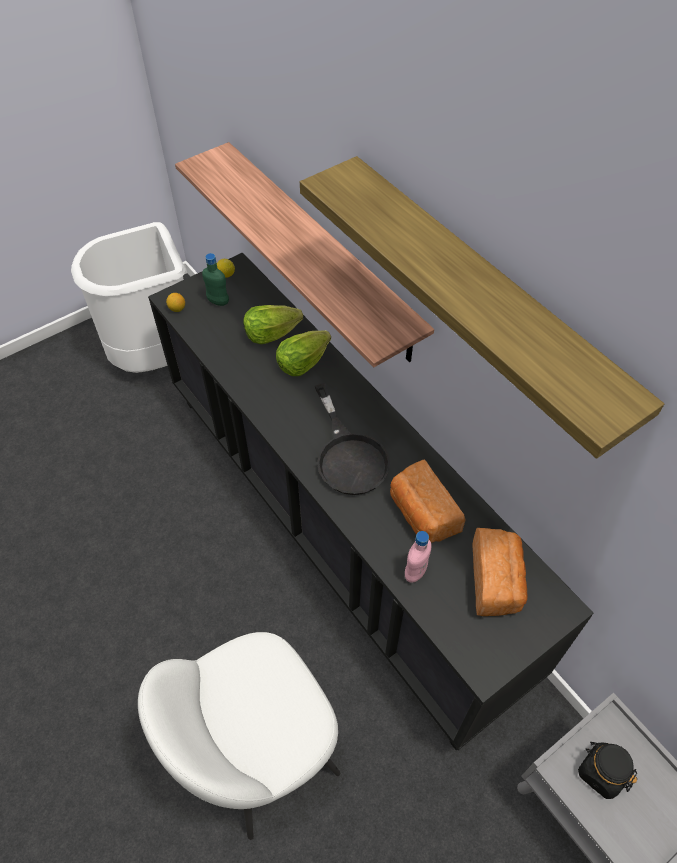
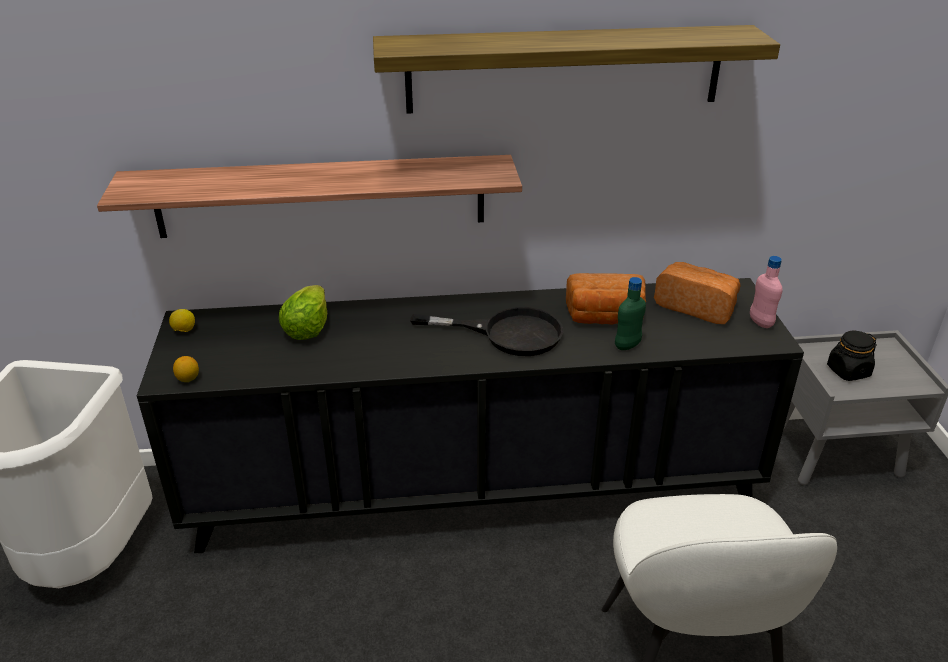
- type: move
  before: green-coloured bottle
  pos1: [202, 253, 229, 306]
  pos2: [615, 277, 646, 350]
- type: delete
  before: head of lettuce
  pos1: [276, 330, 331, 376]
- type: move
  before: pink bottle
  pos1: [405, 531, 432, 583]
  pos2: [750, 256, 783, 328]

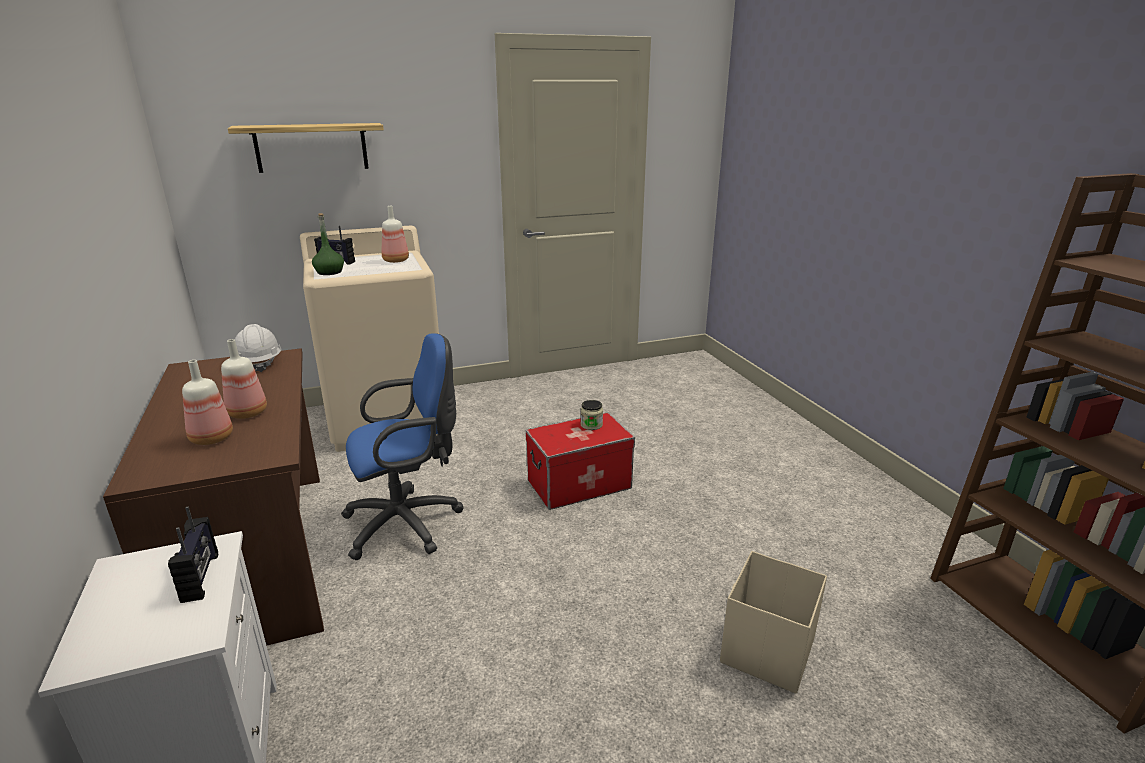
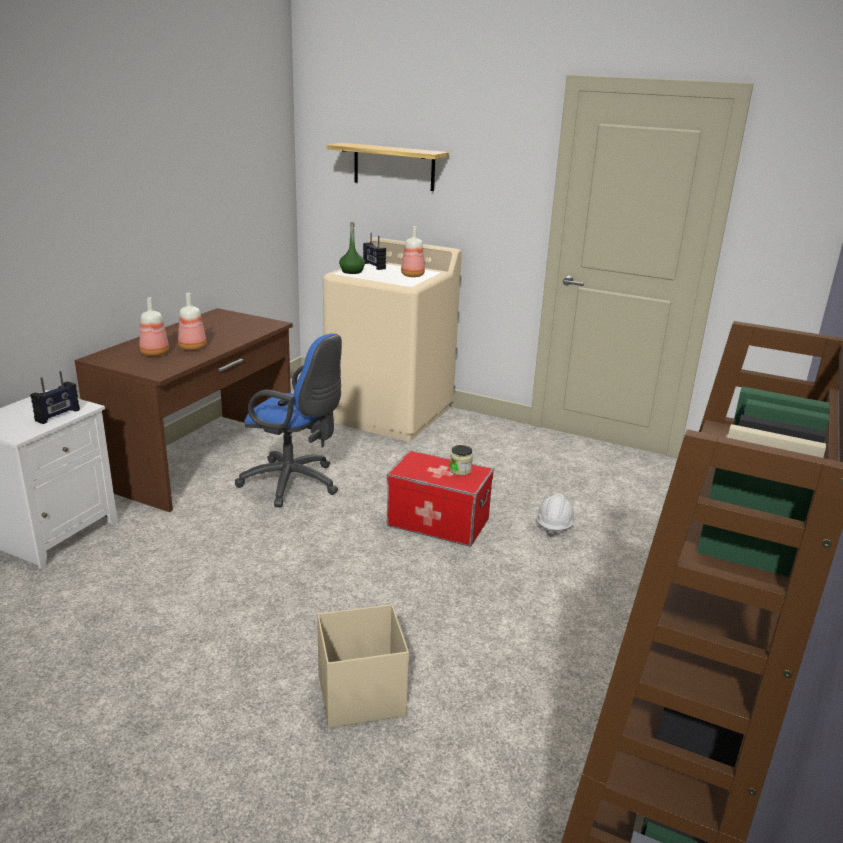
- type: move
  before: white work helmet
  pos1: [235, 324, 282, 372]
  pos2: [536, 493, 575, 537]

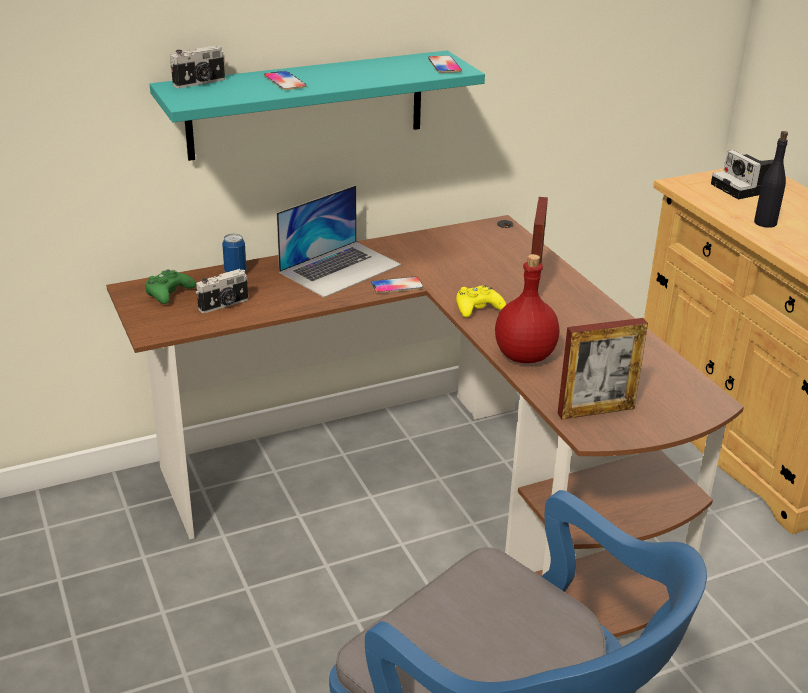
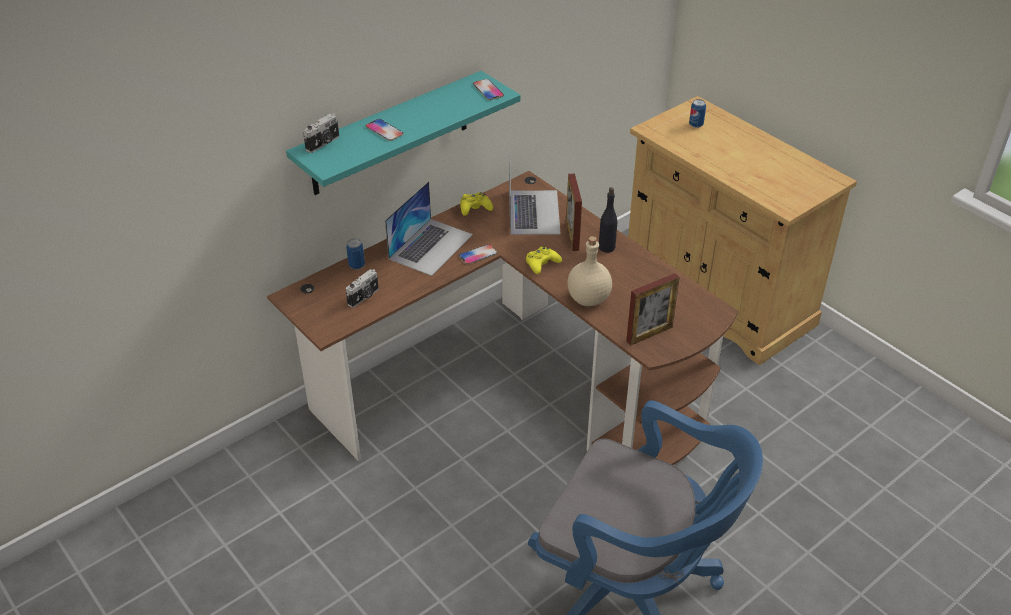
- type: move
  before: black bottle
  pos1: [754, 131, 788, 228]
  pos2: [599, 187, 617, 253]
- type: replace
  before: photo camera
  after: metal can
  pos1: [711, 150, 773, 199]
  pos2: [689, 99, 706, 128]
- type: recolor
  before: reddish bottle
  after: beige bottle
  pos1: [495, 254, 559, 363]
  pos2: [567, 236, 612, 306]
- type: delete
  before: green-coloured gamepad
  pos1: [145, 270, 196, 304]
- type: insert
  after: portable computer
  pos2: [509, 153, 561, 235]
- type: insert
  after: yellow-coloured gamepad
  pos2: [460, 192, 493, 216]

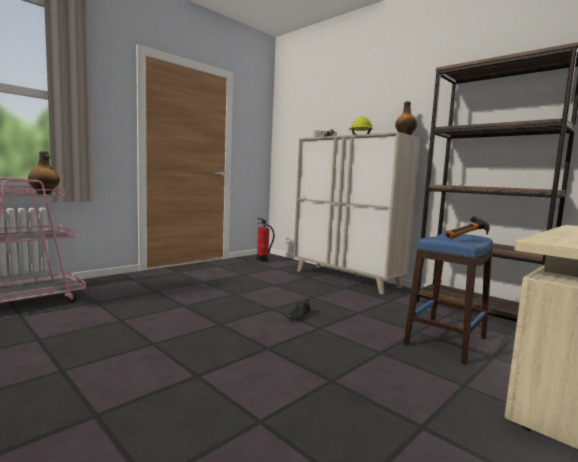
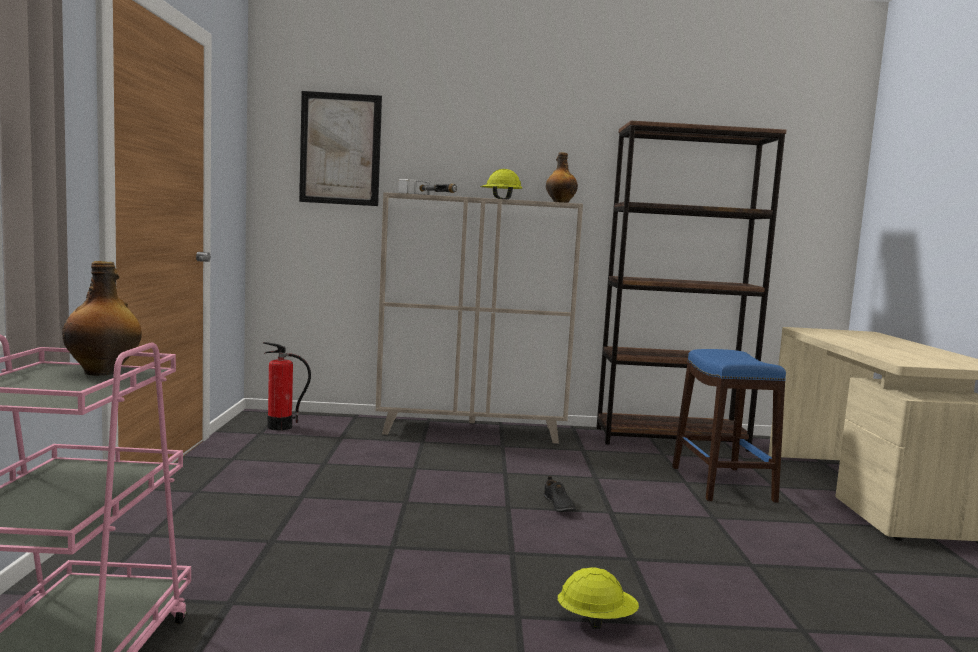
- type: delete
  before: tool hammer
  pos1: [445, 216, 490, 239]
- type: insert
  after: picture
  pos2: [299, 91, 382, 206]
- type: insert
  after: yellow-coloured work helmet
  pos2: [558, 567, 639, 629]

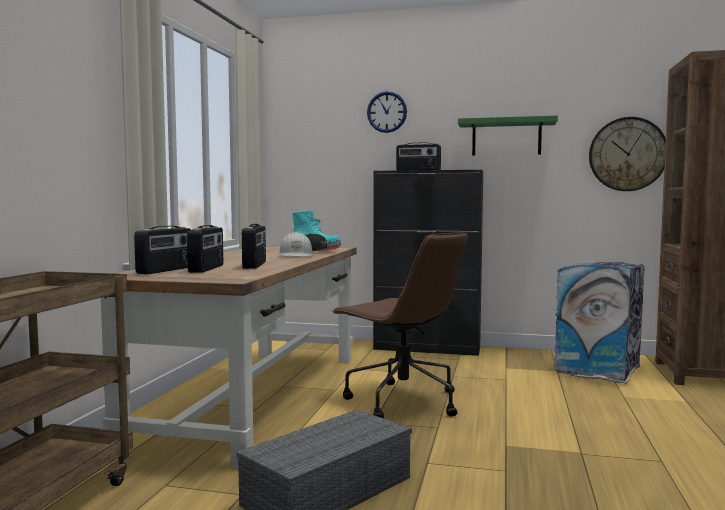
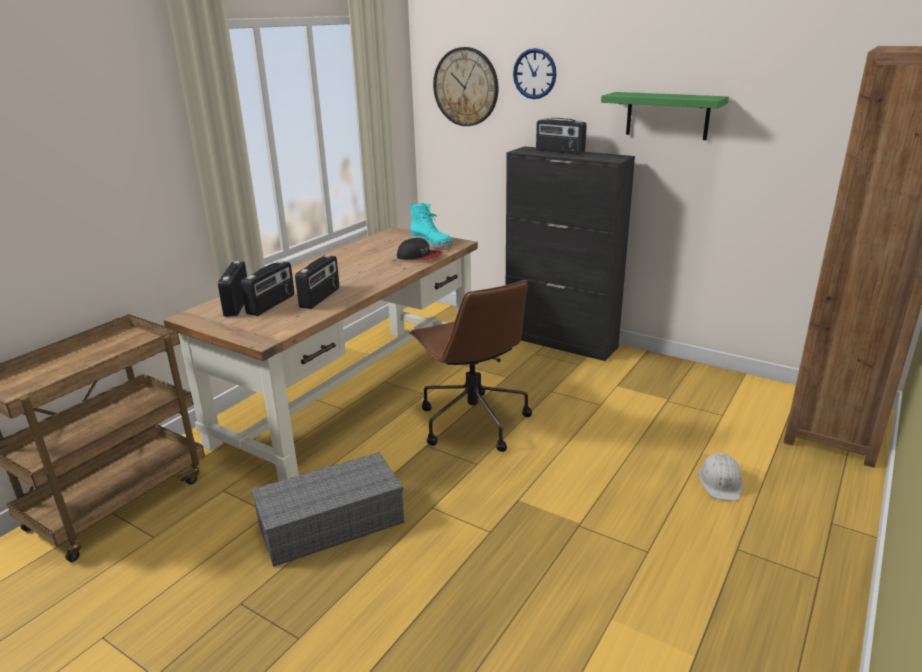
- type: move
  before: clock on the wall
  pos1: [589, 117, 666, 191]
  pos2: [433, 47, 498, 126]
- type: rotate
  before: radio receiver
  pos1: [134, 226, 191, 274]
  pos2: [218, 261, 247, 317]
  turn: 135
- type: move
  before: white work helmet
  pos1: [278, 232, 314, 257]
  pos2: [698, 453, 743, 501]
- type: delete
  before: waste bin
  pos1: [554, 262, 645, 384]

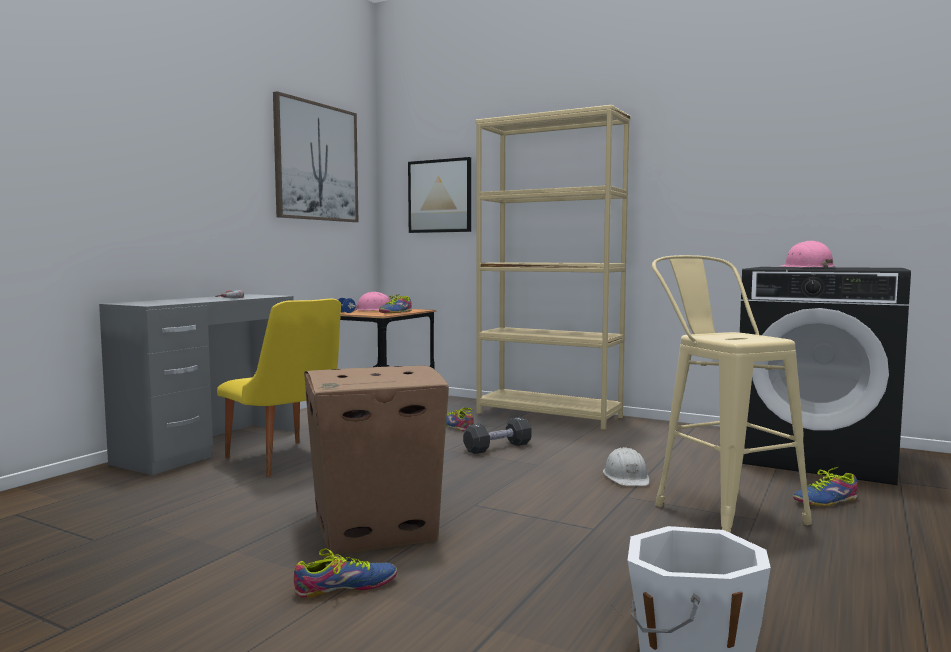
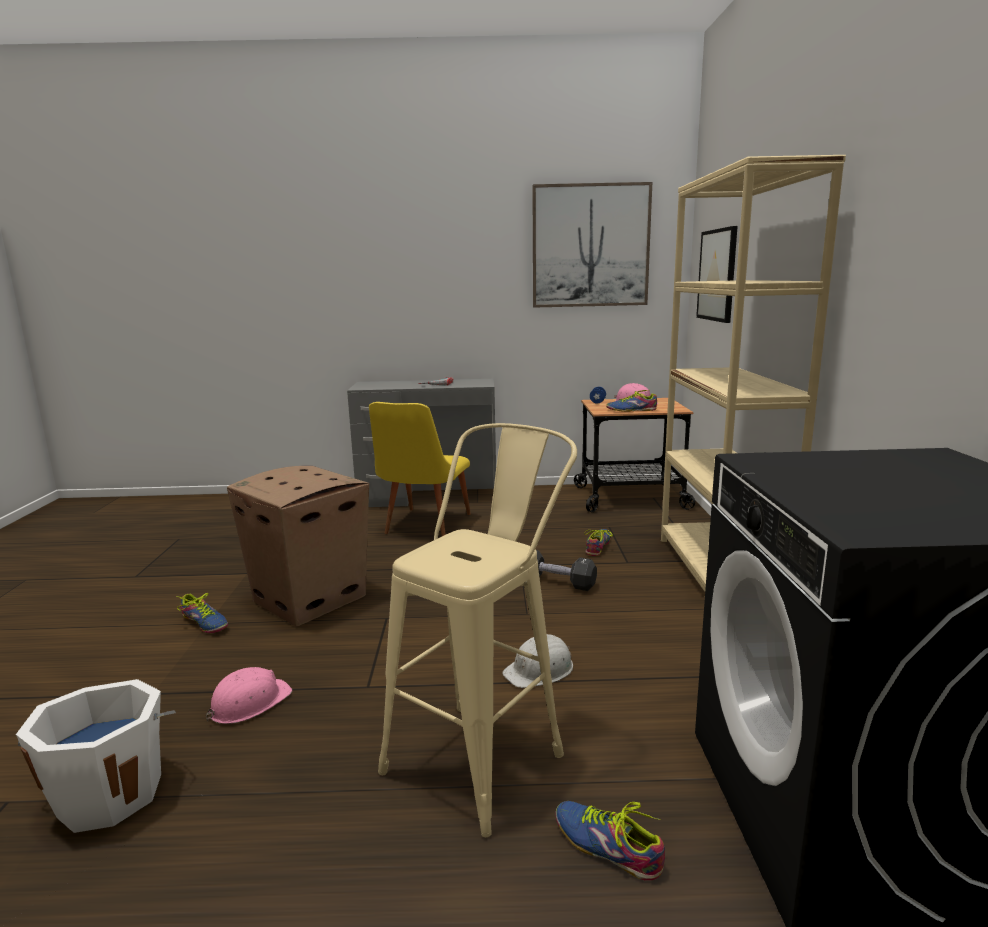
- type: move
  before: pink work helmet
  pos1: [781, 241, 835, 269]
  pos2: [205, 667, 292, 724]

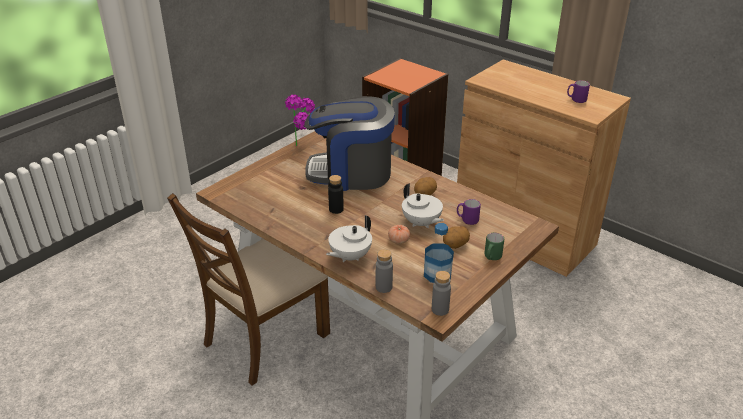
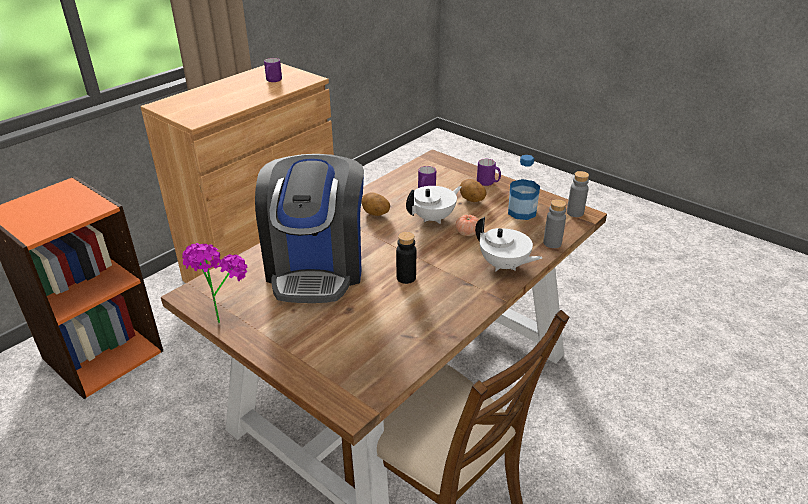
- type: recolor
  before: green-coloured tea mug
  after: purplish tea mug
  pos1: [484, 233, 504, 260]
  pos2: [477, 159, 501, 186]

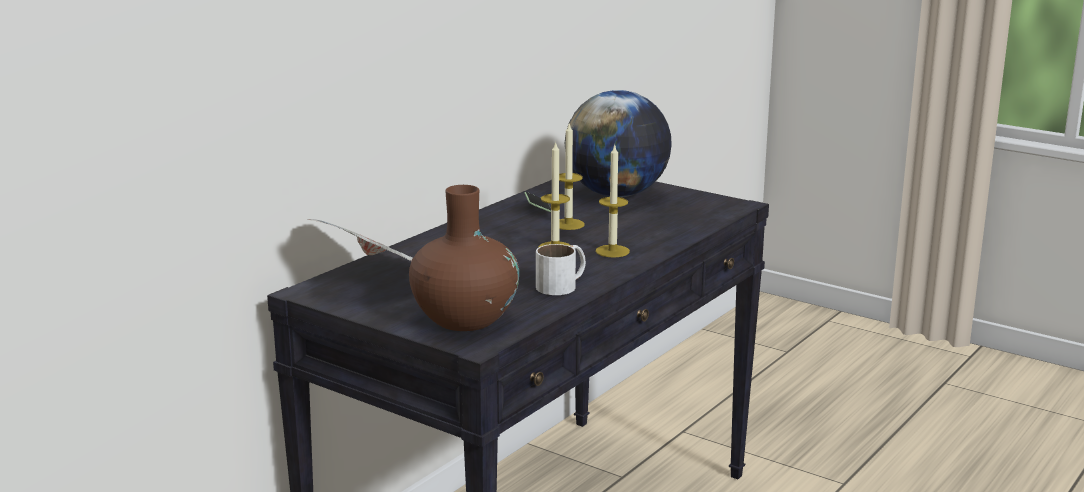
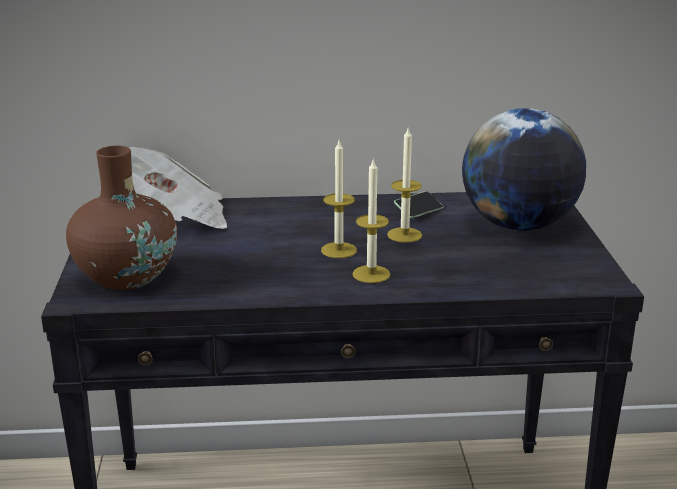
- type: delete
  before: white tea mug
  pos1: [536, 244, 586, 295]

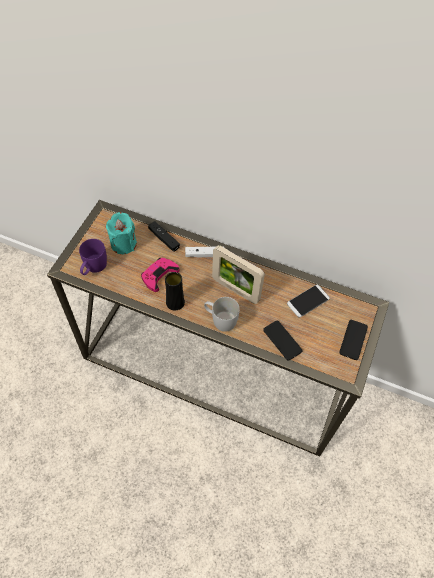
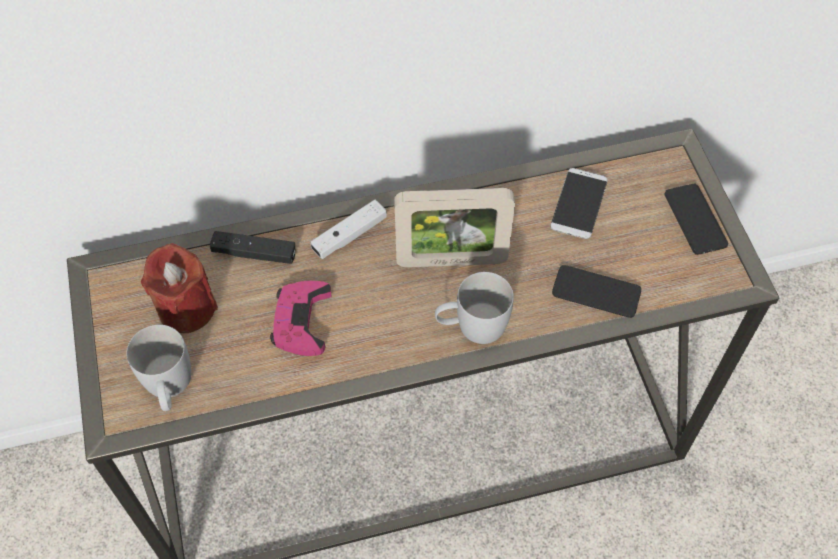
- type: recolor
  before: blue-green candle
  after: reddish candle
  pos1: [106, 212, 137, 254]
  pos2: [141, 243, 218, 333]
- type: recolor
  before: purplish tea mug
  after: white tea mug
  pos1: [79, 239, 107, 275]
  pos2: [126, 325, 191, 411]
- type: delete
  before: black vase
  pos1: [165, 272, 185, 311]

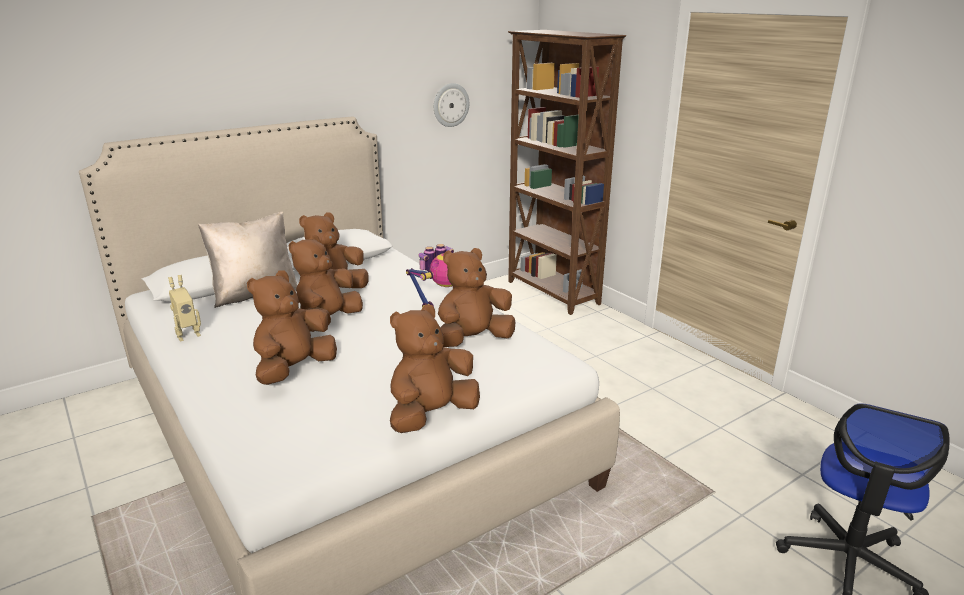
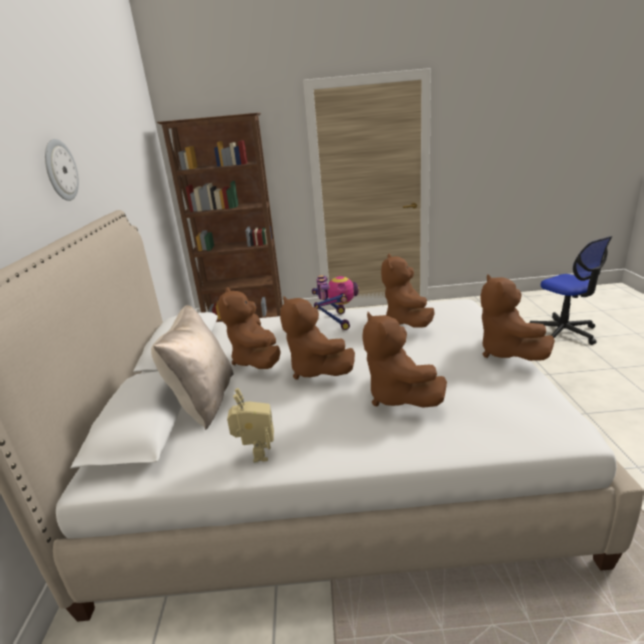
- type: move
  before: clock on the wall
  pos1: [434, 83, 469, 127]
  pos2: [45, 139, 79, 201]

